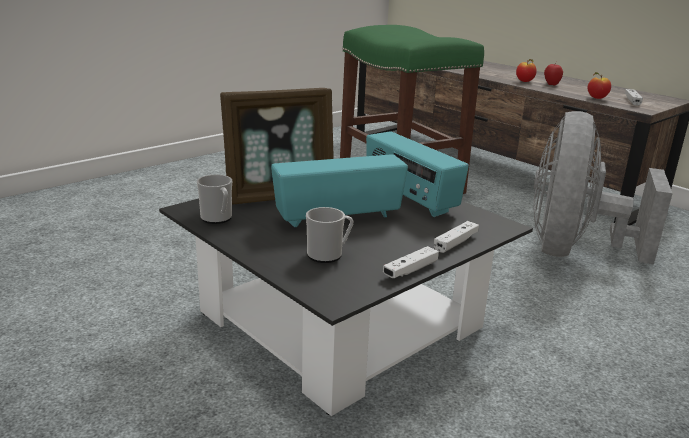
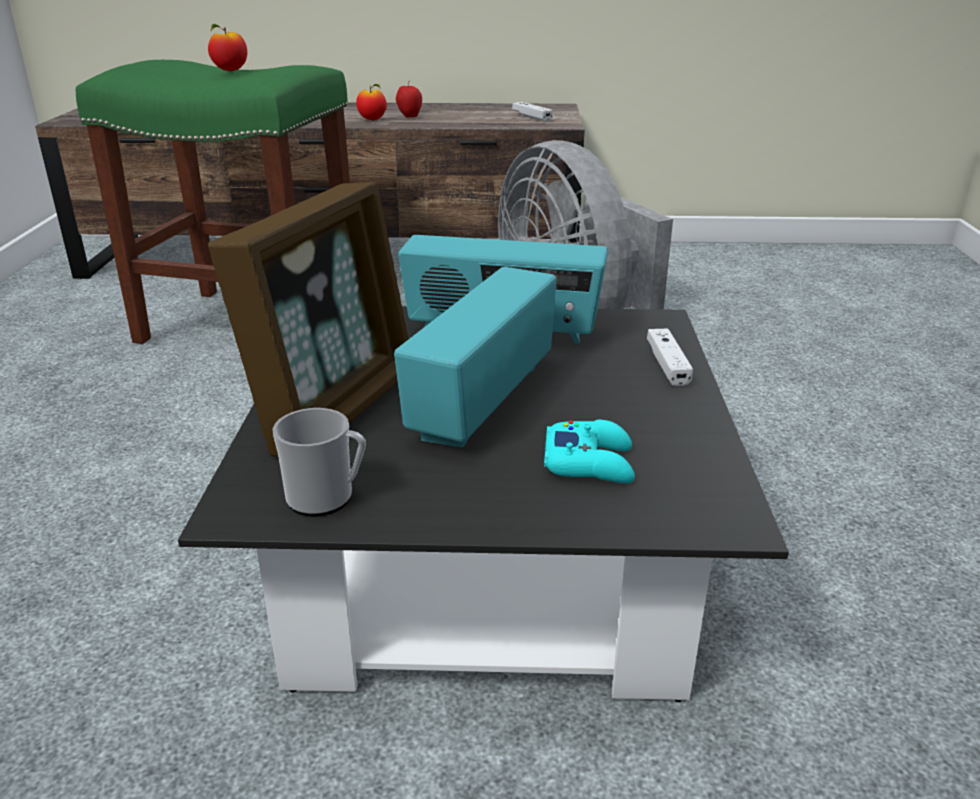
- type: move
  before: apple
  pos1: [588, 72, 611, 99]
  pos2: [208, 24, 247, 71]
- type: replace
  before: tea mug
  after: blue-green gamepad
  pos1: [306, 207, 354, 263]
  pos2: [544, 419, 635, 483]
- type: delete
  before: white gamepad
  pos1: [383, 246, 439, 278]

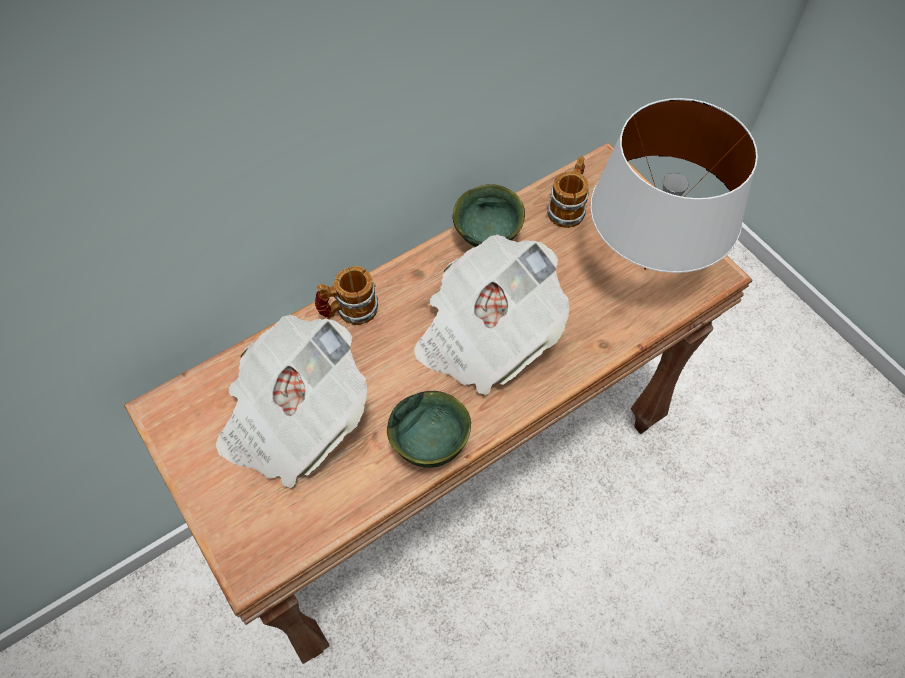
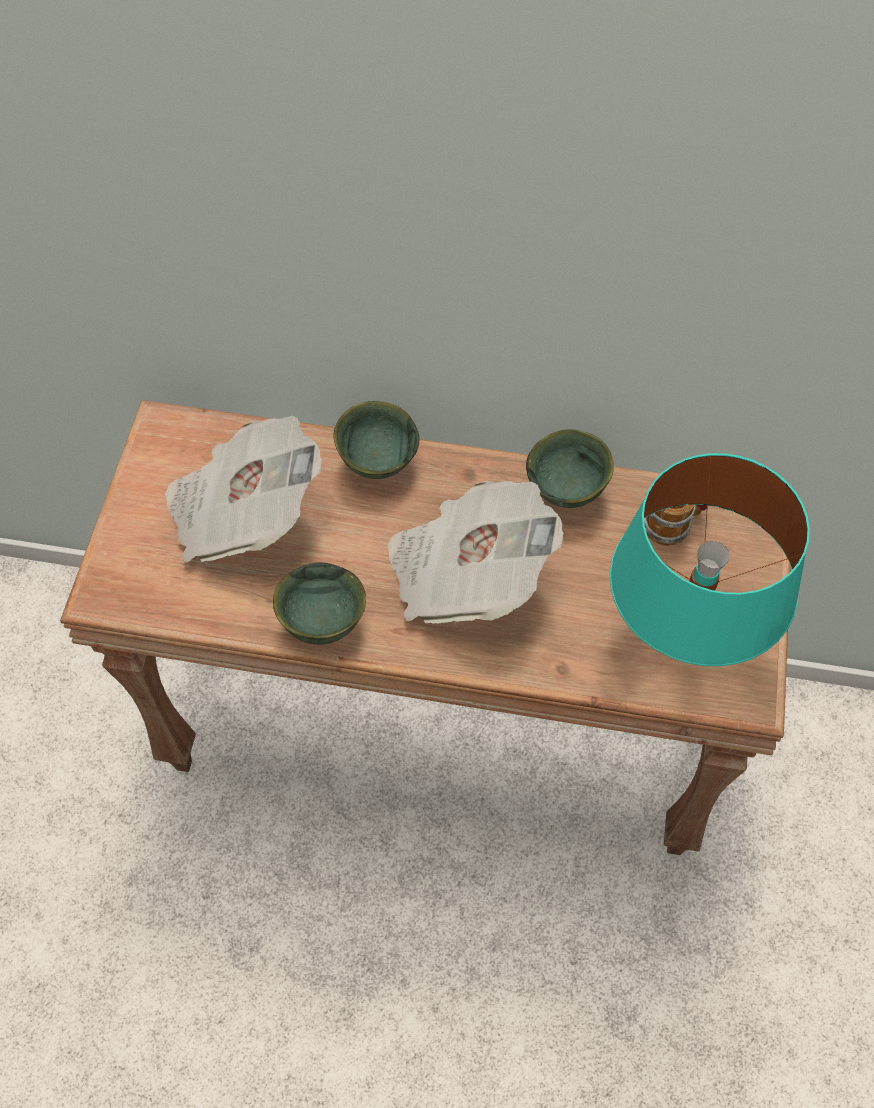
- type: recolor
  before: white lamp for a table
  after: blue-green lamp for a table
  pos1: [590, 98, 758, 273]
  pos2: [610, 453, 810, 666]
- type: replace
  before: tea mug
  after: green-coloured serving bowl
  pos1: [315, 266, 378, 325]
  pos2: [333, 401, 420, 479]

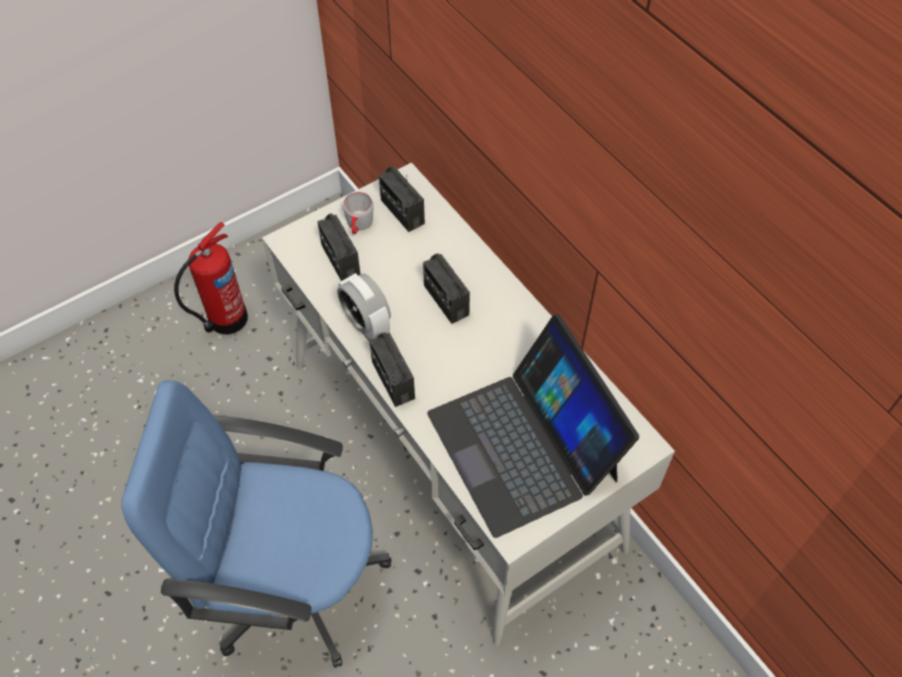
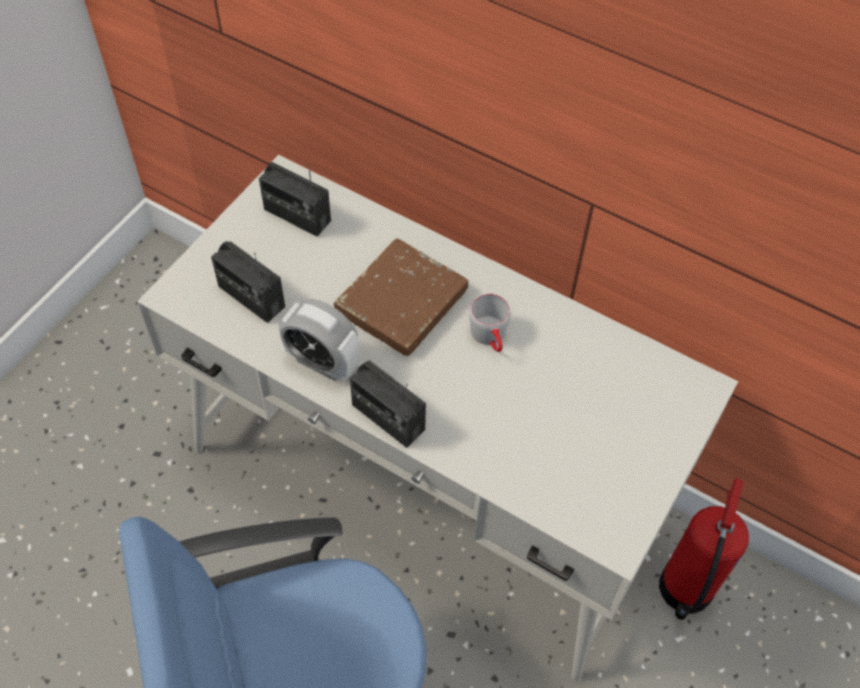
- type: move
  before: grey tea mug
  pos1: [343, 192, 374, 234]
  pos2: [469, 293, 511, 352]
- type: move
  before: extinguisher
  pos1: [174, 222, 248, 335]
  pos2: [659, 479, 749, 620]
- type: replace
  before: radio receiver
  after: brown-coloured book
  pos1: [423, 254, 470, 324]
  pos2: [334, 238, 469, 357]
- type: delete
  before: portable computer
  pos1: [427, 314, 639, 538]

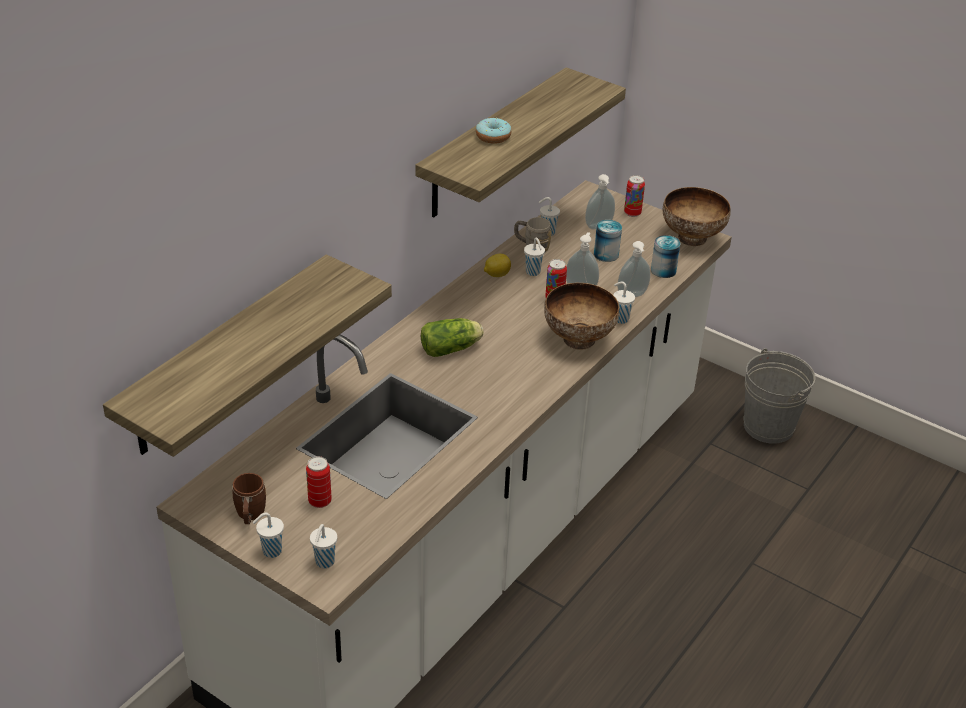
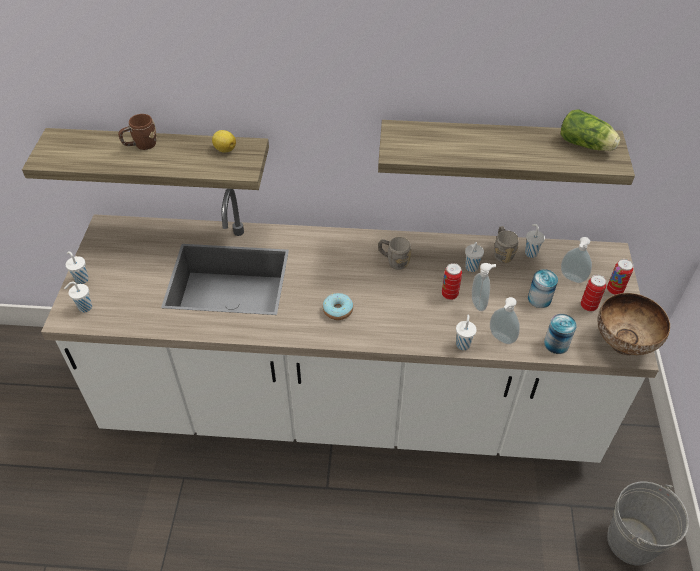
- type: move
  before: doughnut
  pos1: [476, 118, 511, 144]
  pos2: [323, 293, 353, 320]
- type: move
  before: lemon
  pos1: [484, 254, 511, 277]
  pos2: [212, 130, 236, 152]
- type: delete
  before: serving bowl
  pos1: [544, 283, 619, 350]
- type: move
  before: head of lettuce
  pos1: [421, 318, 484, 357]
  pos2: [561, 109, 621, 151]
- type: move
  before: metal can
  pos1: [306, 456, 332, 508]
  pos2: [581, 275, 606, 311]
- type: move
  before: brown-coloured tea mug
  pos1: [232, 473, 267, 524]
  pos2: [118, 114, 157, 150]
- type: insert
  after: grey tea mug
  pos2: [378, 237, 411, 270]

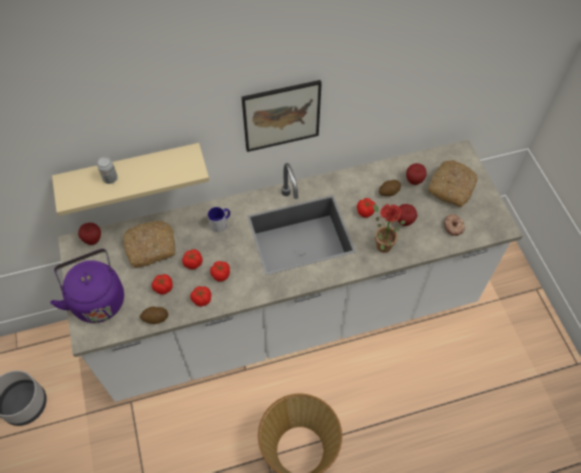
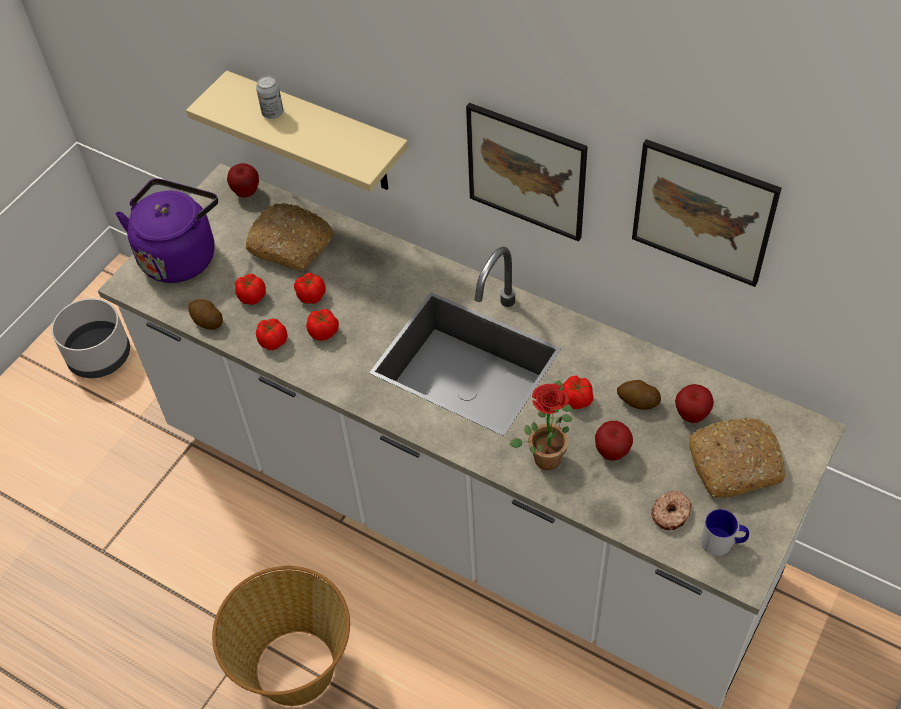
- type: move
  before: tea mug
  pos1: [208, 207, 230, 232]
  pos2: [700, 509, 749, 556]
- type: insert
  after: picture
  pos2: [632, 139, 781, 287]

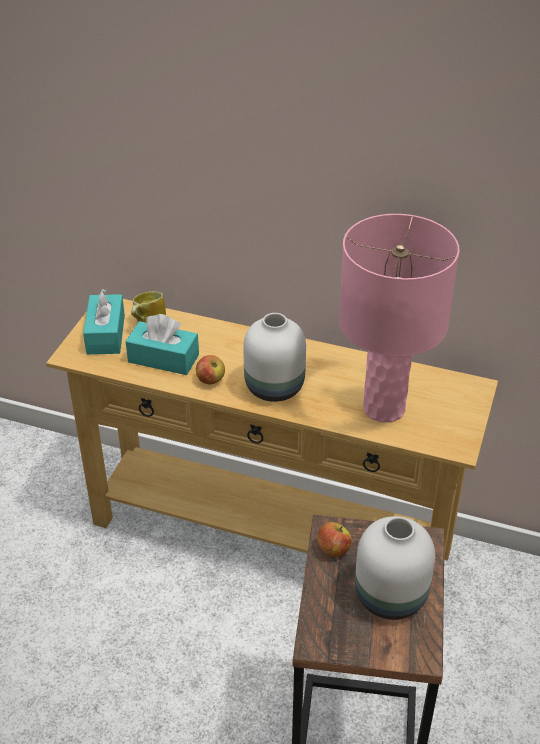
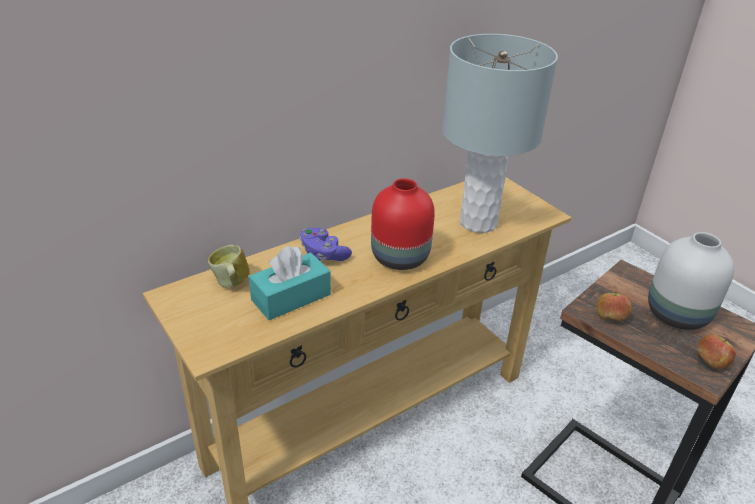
- type: recolor
  before: pink lamp for a table
  after: grey lamp for a table
  pos1: [338, 214, 460, 423]
  pos2: [442, 34, 558, 233]
- type: delete
  before: blue-green box of tissues
  pos1: [83, 288, 125, 354]
- type: recolor
  before: white vase
  after: reddish vase
  pos1: [243, 313, 306, 402]
  pos2: [371, 178, 435, 270]
- type: move
  before: apple
  pos1: [196, 355, 225, 384]
  pos2: [697, 334, 736, 369]
- type: insert
  after: purplish gamepad
  pos2: [299, 228, 352, 261]

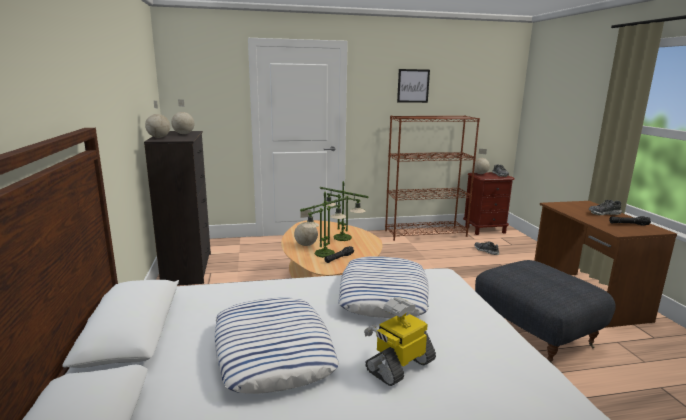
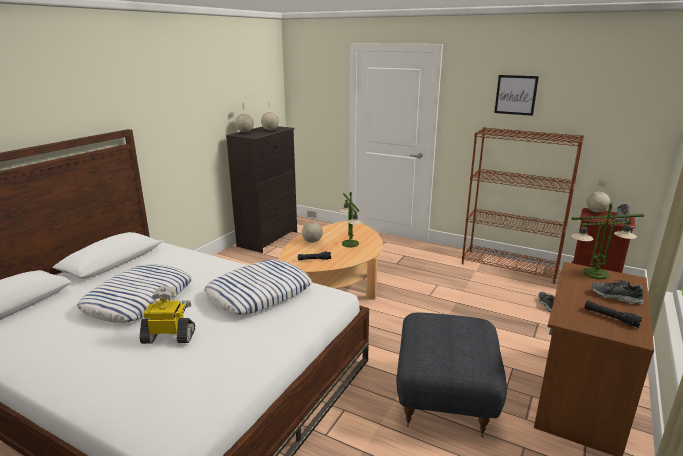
- type: move
  before: lamp for a table
  pos1: [300, 192, 347, 258]
  pos2: [571, 202, 645, 279]

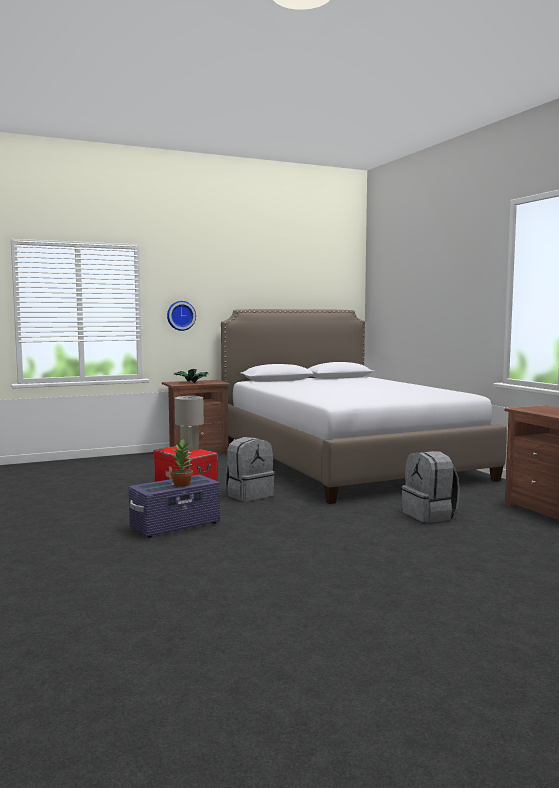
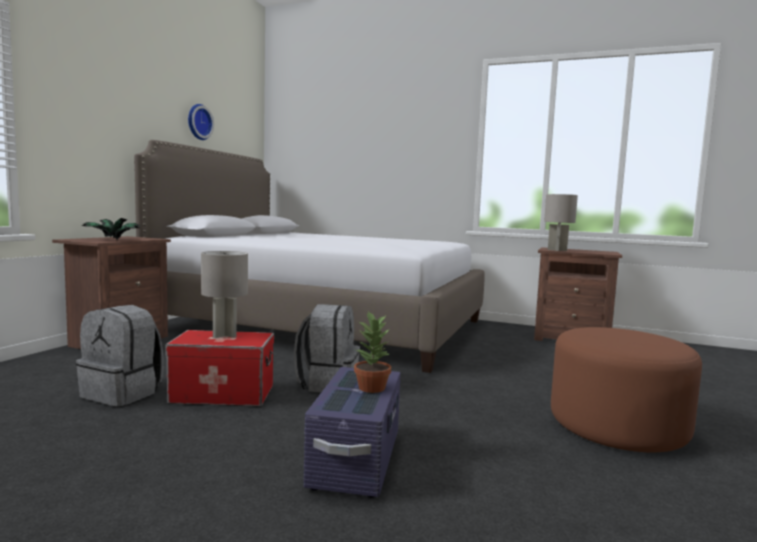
- type: move
  before: clock on the wall
  pos1: [167, 301, 196, 331]
  pos2: [188, 104, 214, 140]
- type: move
  before: grey knapsack
  pos1: [401, 451, 460, 523]
  pos2: [76, 305, 164, 407]
- type: insert
  after: grey lamp for a table
  pos2: [544, 194, 578, 251]
- type: insert
  after: brown-coloured pouffe
  pos2: [551, 327, 702, 452]

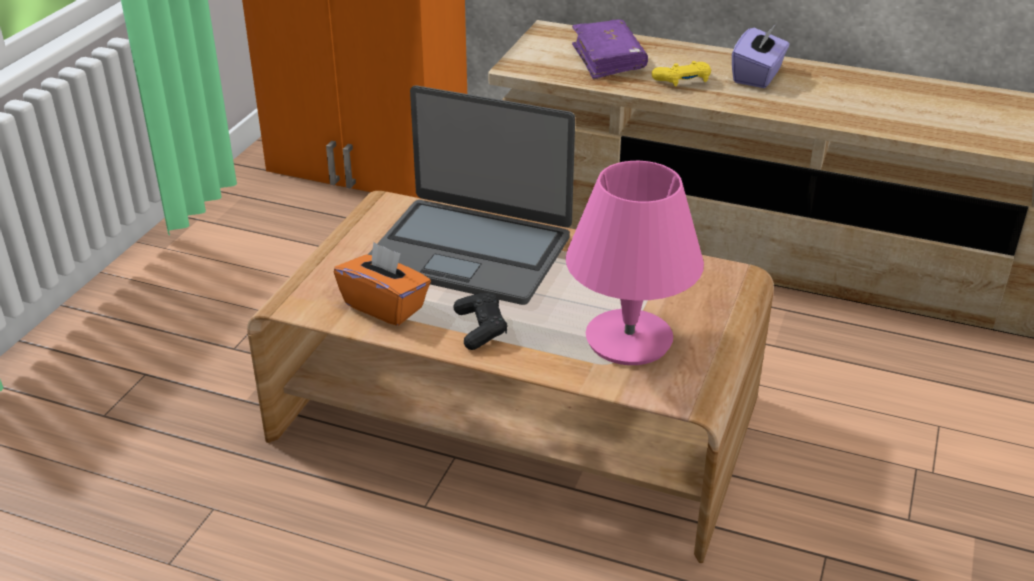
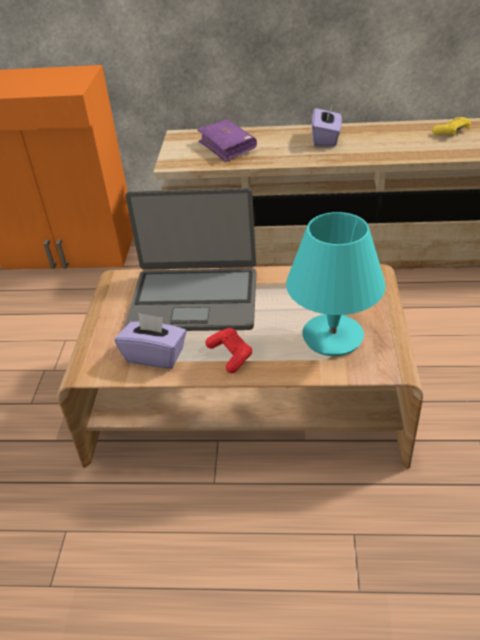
- type: move
  before: yellow-coloured gamepad
  pos1: [652, 61, 711, 86]
  pos2: [432, 117, 471, 136]
- type: recolor
  before: pink lamp for a table
  after: blue-green lamp for a table
  pos1: [566, 161, 704, 365]
  pos2: [286, 212, 386, 356]
- type: recolor
  before: orange-coloured box of tissues
  after: purplish box of tissues
  pos1: [334, 242, 431, 326]
  pos2: [115, 313, 186, 369]
- type: recolor
  before: black gamepad
  after: reddish gamepad
  pos1: [453, 293, 507, 350]
  pos2: [205, 328, 252, 373]

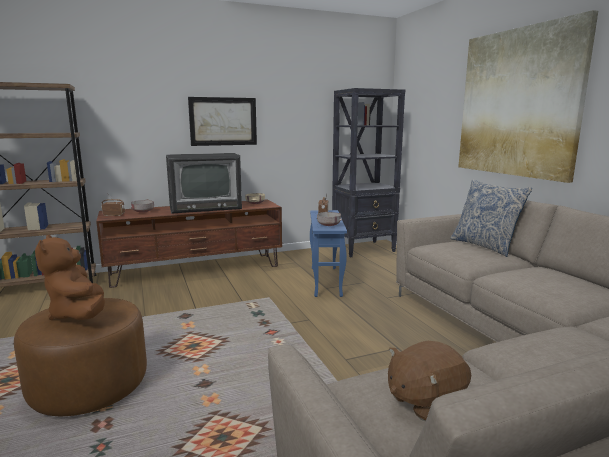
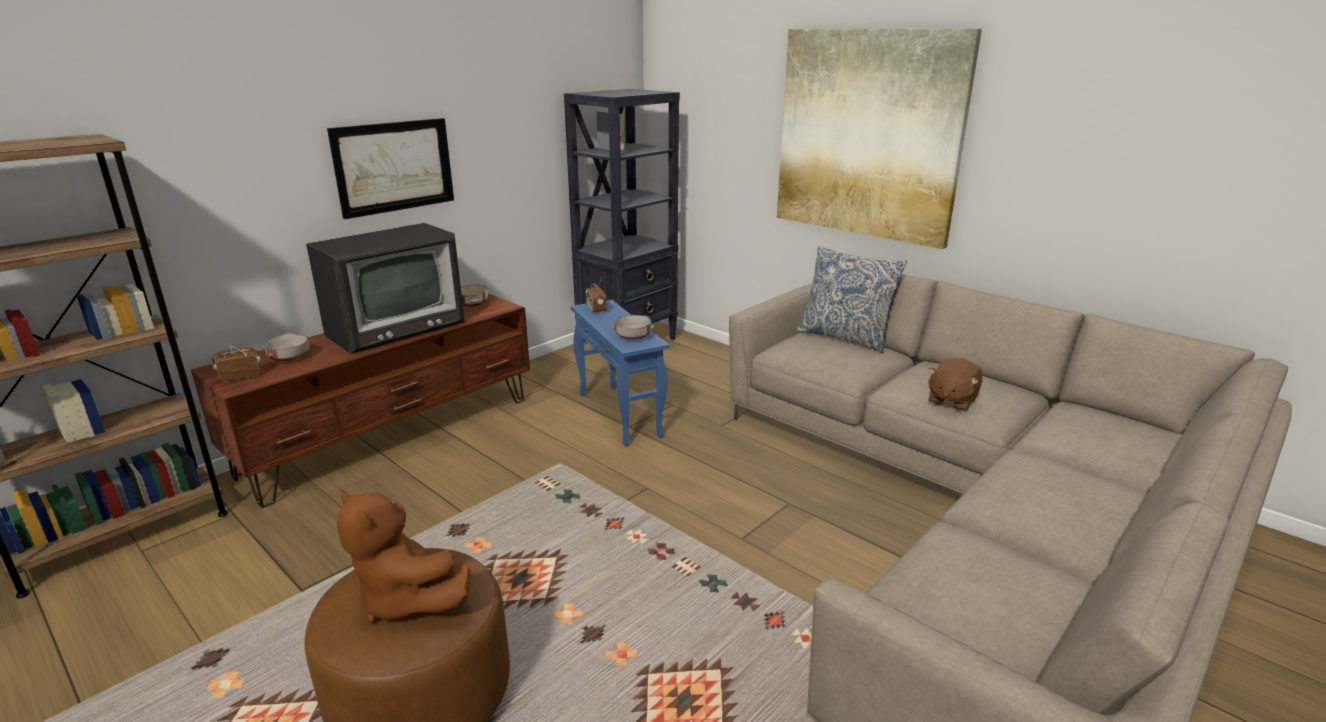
- type: move
  before: brown-coloured cuddly toy
  pos1: [388, 341, 471, 421]
  pos2: [928, 358, 982, 412]

